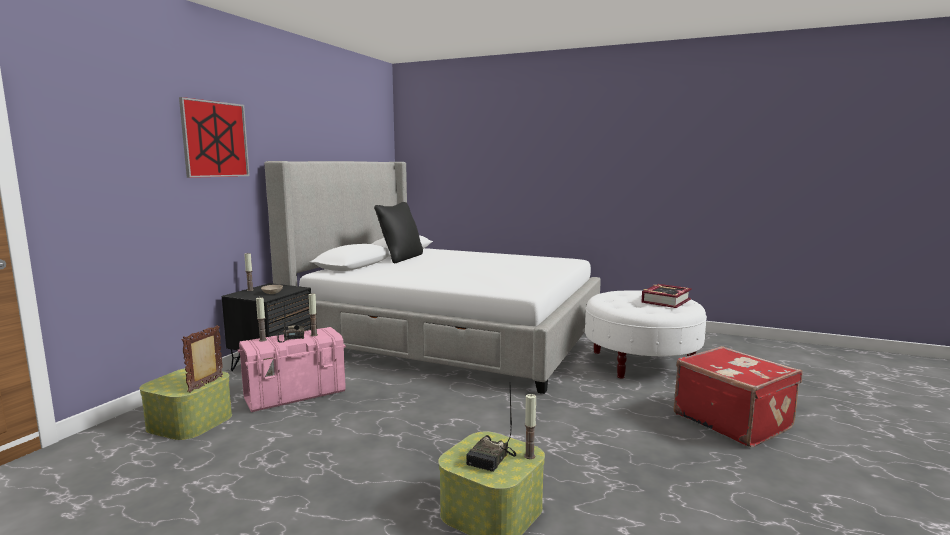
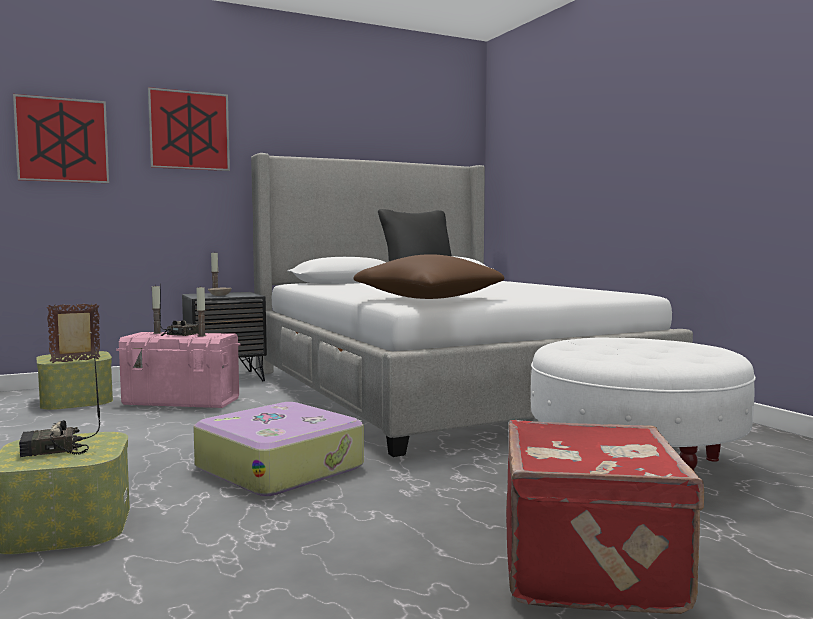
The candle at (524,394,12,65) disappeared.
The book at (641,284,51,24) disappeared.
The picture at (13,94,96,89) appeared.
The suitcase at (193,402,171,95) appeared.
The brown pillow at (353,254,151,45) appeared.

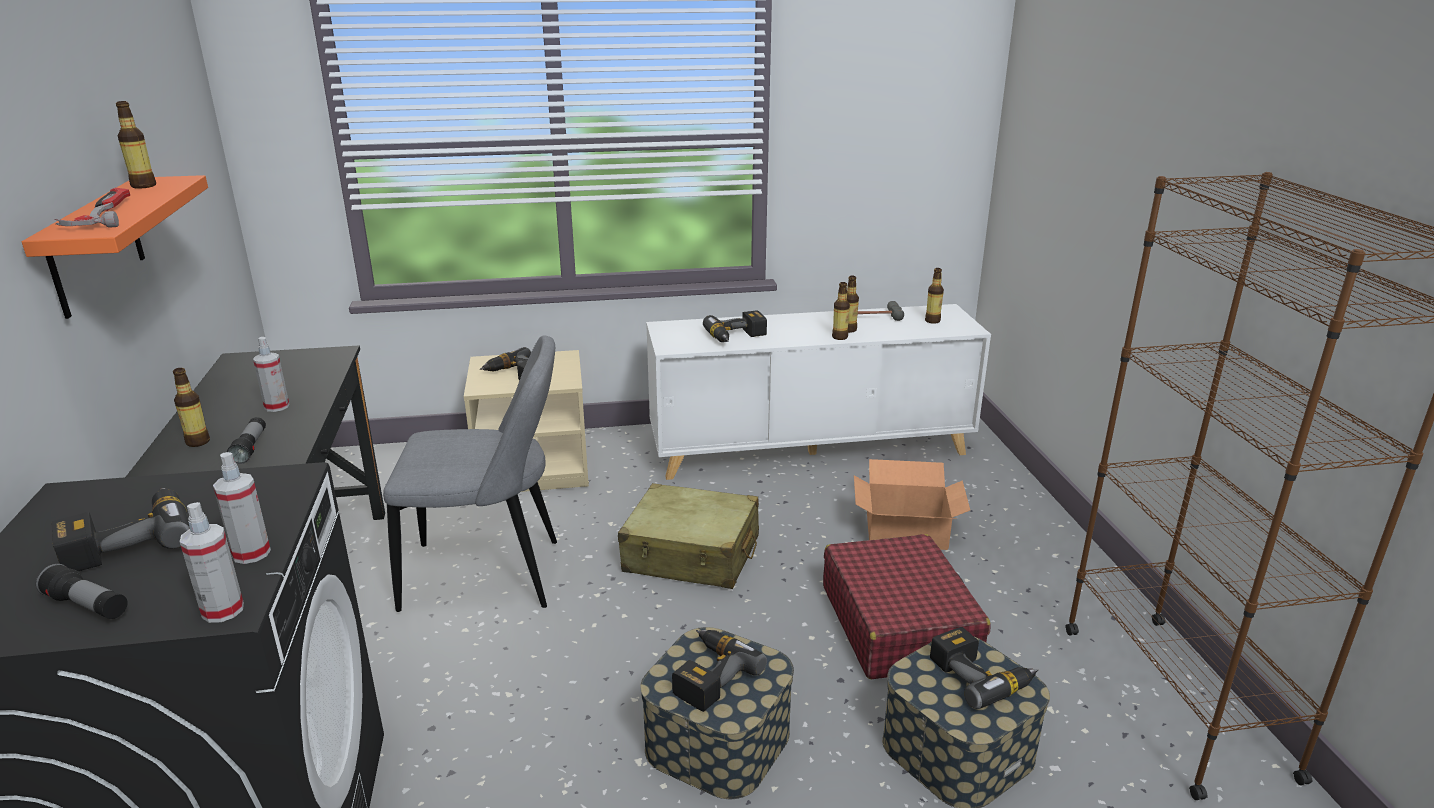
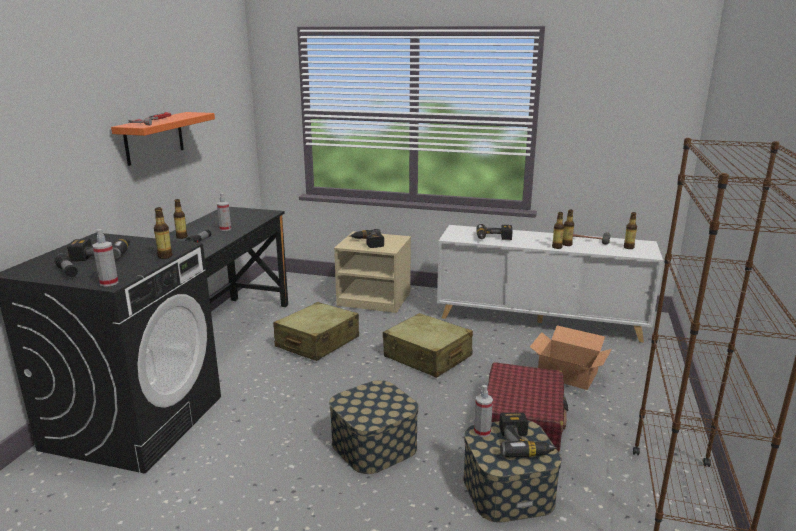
The bottle moved from (116,101,40,88) to (154,207,19,52).
The spray bottle moved from (213,452,58,112) to (474,385,19,52).
The grey chair at (383,336,174,276) was replaced by the beige suitcase at (273,302,86,59).
The power drill at (672,630,95,82) disappeared.

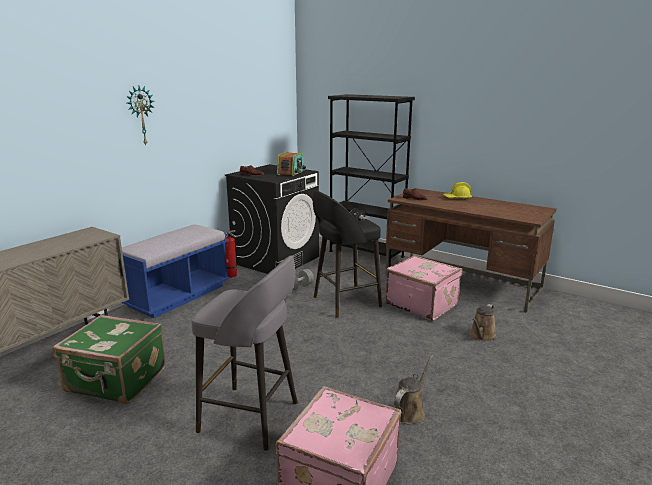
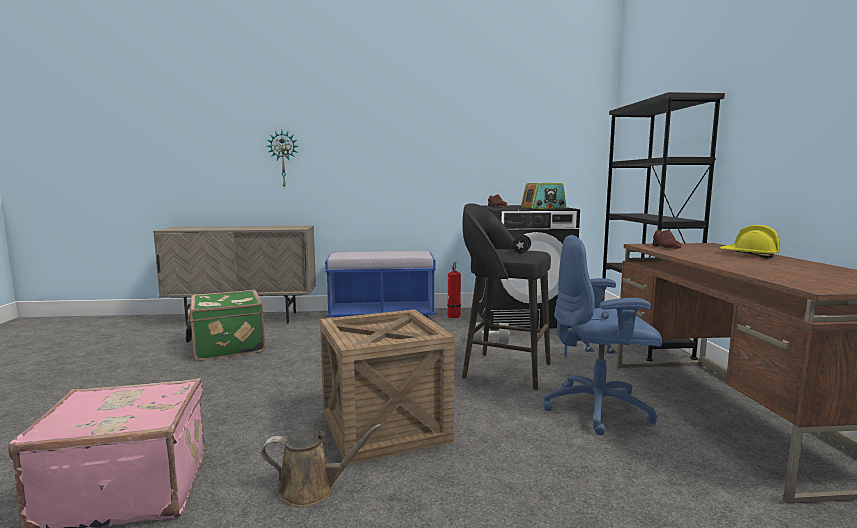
The wall clock moved from (126,86,28,59) to (267,130,31,59).
The grey stool at (192,255,106,196) disappeared.
The pink suitcase at (385,255,77,66) was replaced by the blue office chair at (544,235,118,200).
The brown watering can at (470,304,27,37) disappeared.
The crate at (320,309,135,155) appeared.

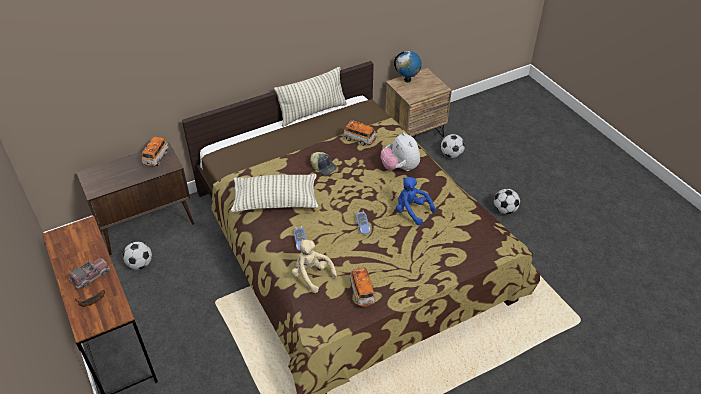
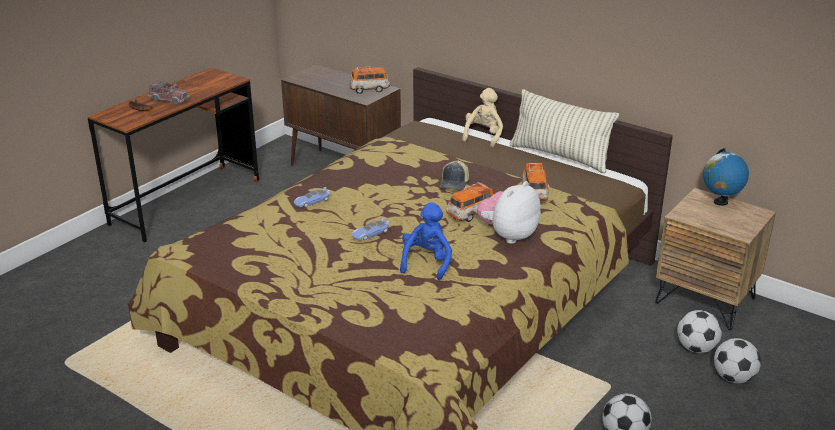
The football moved from (123,242,29,28) to (714,338,47,45).
The pillow at (231,174,88,38) disappeared.
The beige plush toy moved from (291,239,46,54) to (462,88,41,60).
The toy car moved from (350,267,26,40) to (446,182,48,40).

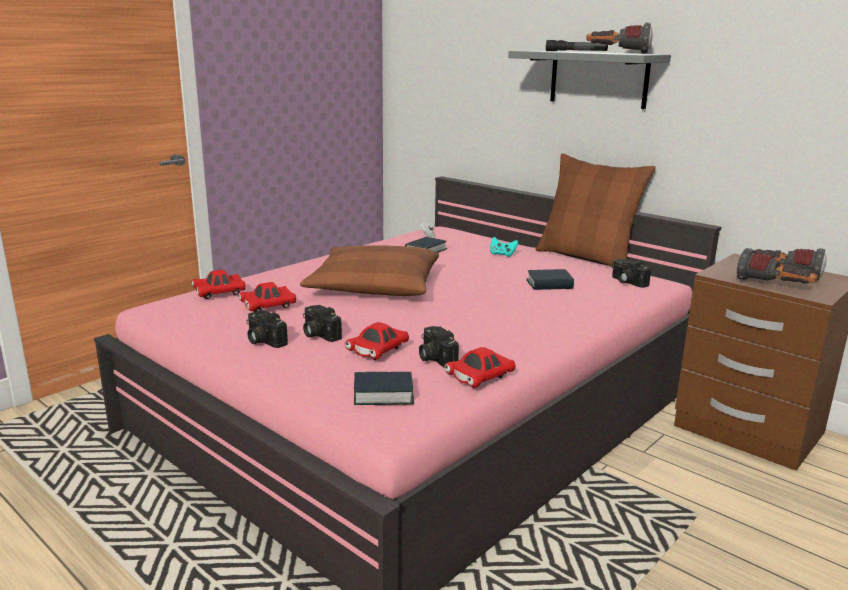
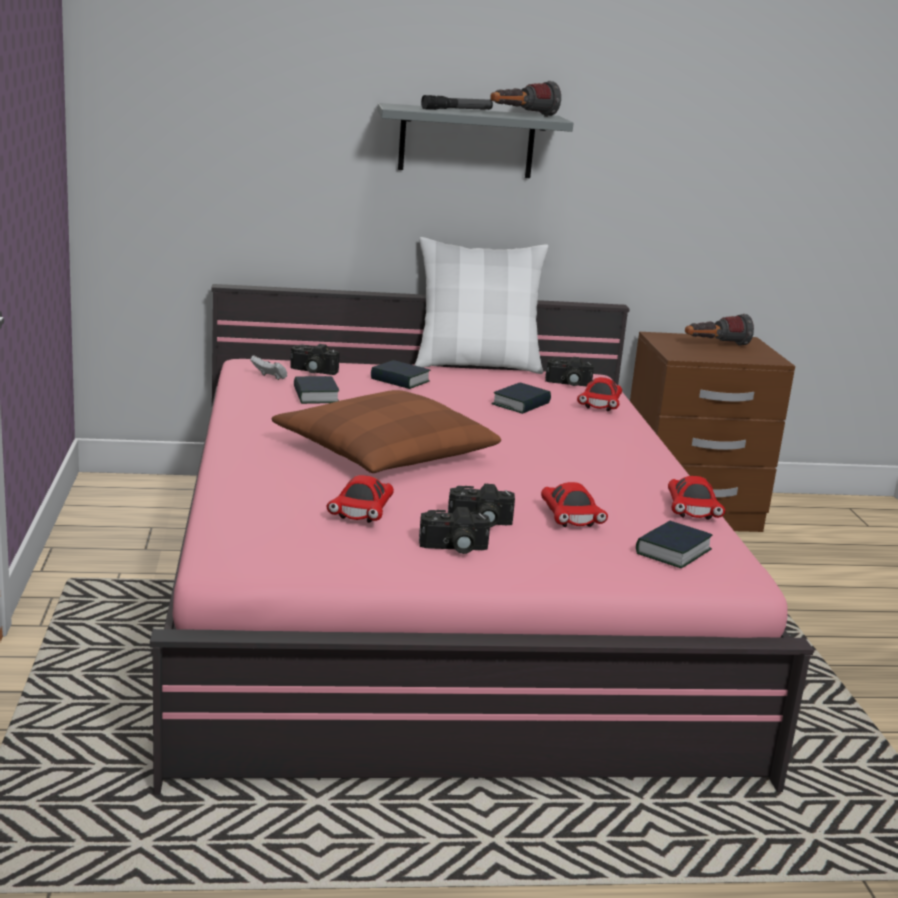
The red toy car moved from (191,270,54,29) to (577,377,45,34).
The photo camera moved from (419,326,40,41) to (290,344,50,31).
The turquoise game controller at (490,237,28,20) was replaced by the book at (371,360,60,29).
The brown pillow at (536,153,120,114) became the white pillow at (415,237,134,137).
The flashlight at (737,248,81,36) disappeared.

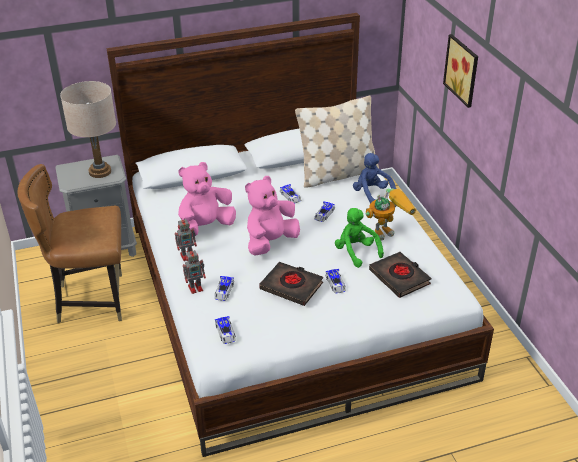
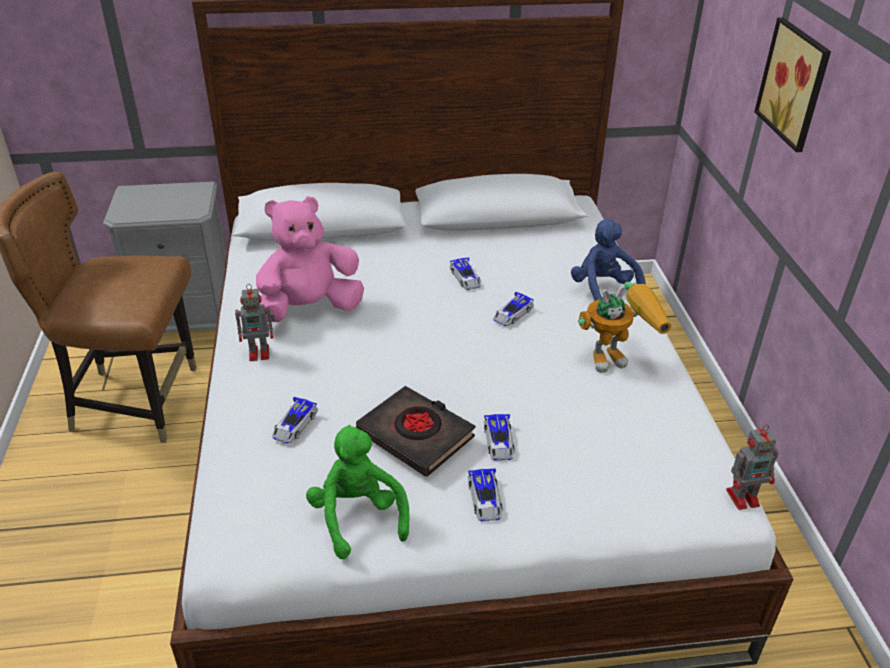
The beige table lamp at (60,81,56,97) disappeared.
The toy robot moved from (183,248,23,46) to (726,425,52,85).
The toy car moved from (215,316,21,28) to (468,468,35,54).
The pink plush toy at (245,176,55,80) disappeared.
The beige pillow at (295,95,84,93) disappeared.
The green plush toy moved from (335,208,49,60) to (306,425,104,134).
The black book at (369,252,62,46) disappeared.

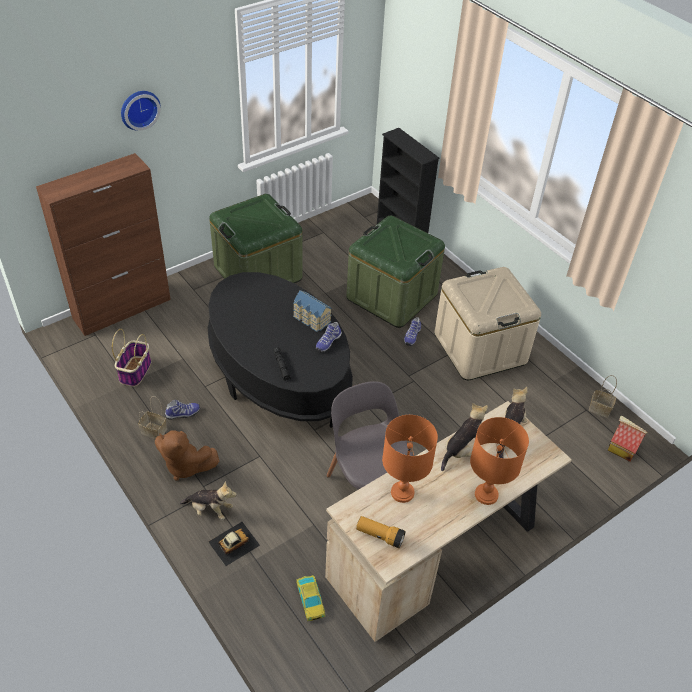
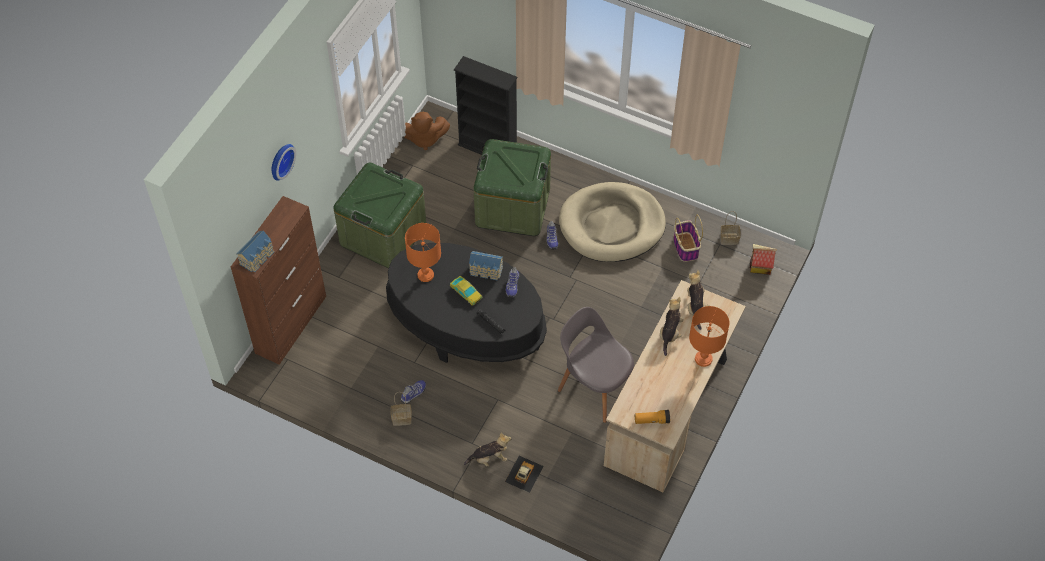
The basket moved from (112,329,39,58) to (673,215,30,47).
The brown plush toy moved from (155,430,64,51) to (404,112,46,38).
The toy car moved from (296,575,30,46) to (450,276,33,30).
The orange table lamp moved from (382,415,56,88) to (405,223,36,59).
The beige storage box at (434,267,107,113) was replaced by the beige dog bed at (559,182,107,80).
The toy house at (237,231,37,41) appeared.

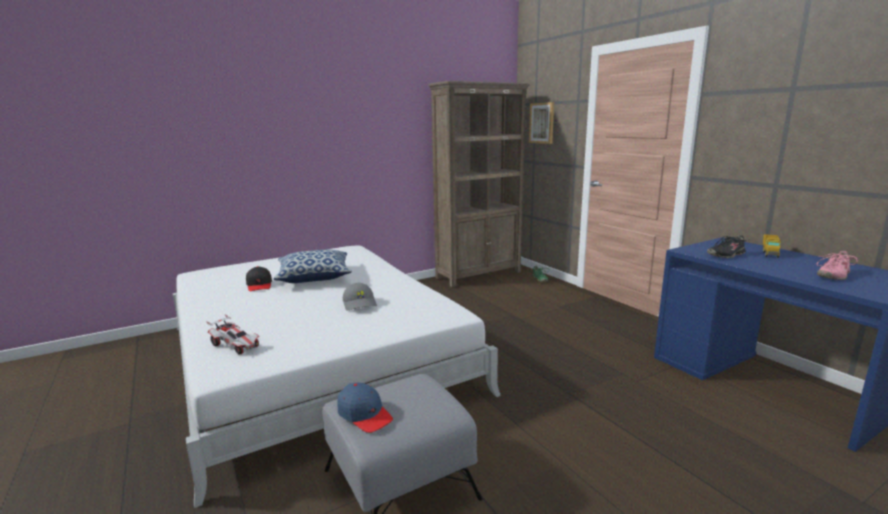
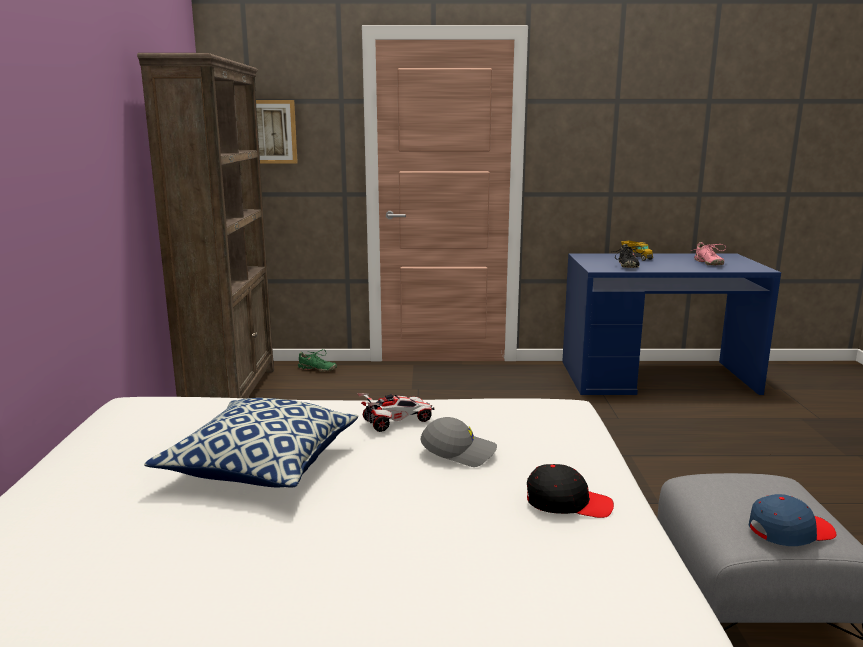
The toy car moved from (206,314,53,40) to (357,393,78,39).
The black cap moved from (246,266,26,25) to (527,464,87,54).

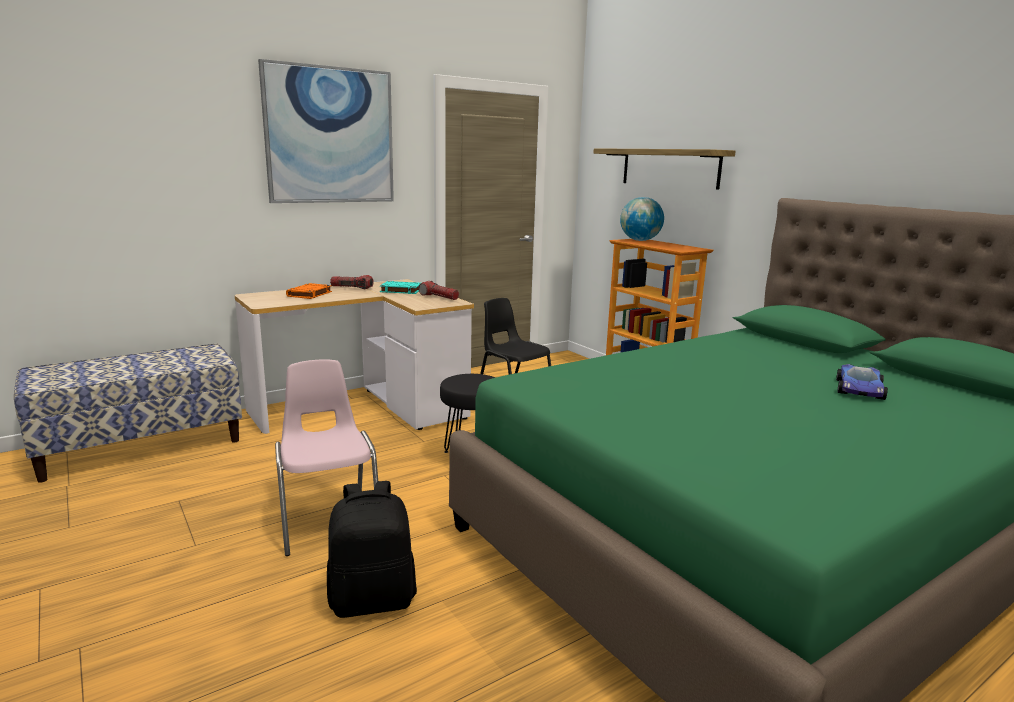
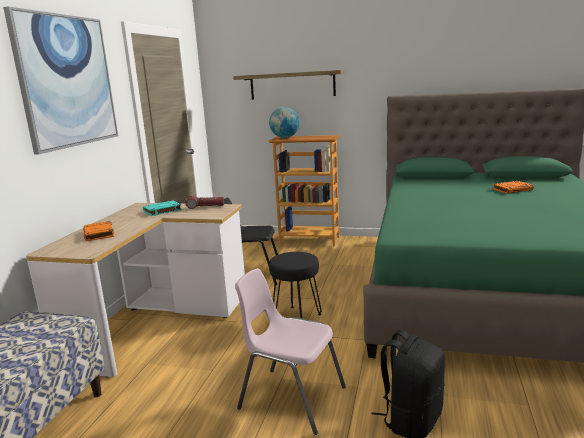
The flashlight at (330,275,44,14) disappeared.
The toy car at (836,364,52,36) was replaced by the orange book at (493,181,41,13).

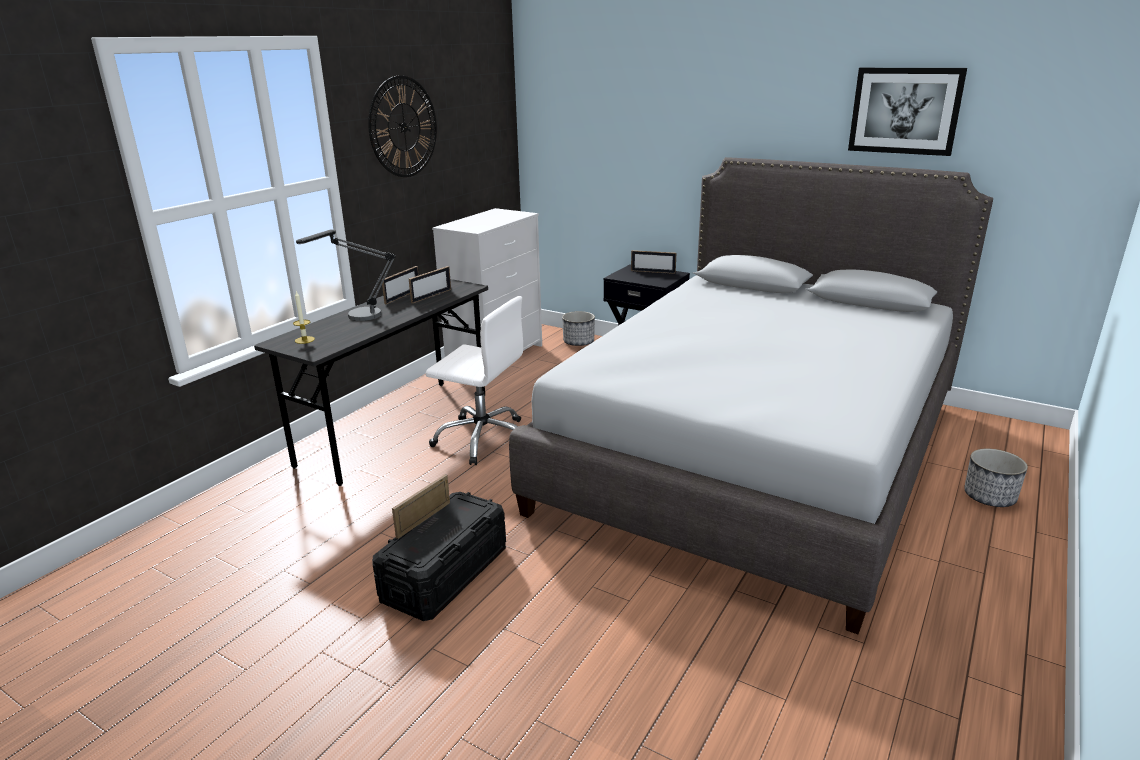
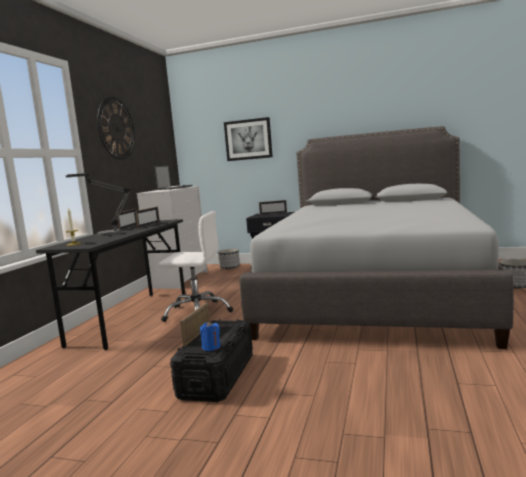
The picture moved from (848,68,119,88) to (224,117,49,44).
The laptop at (154,165,39,25) appeared.
The blue candle at (200,321,20,30) appeared.

